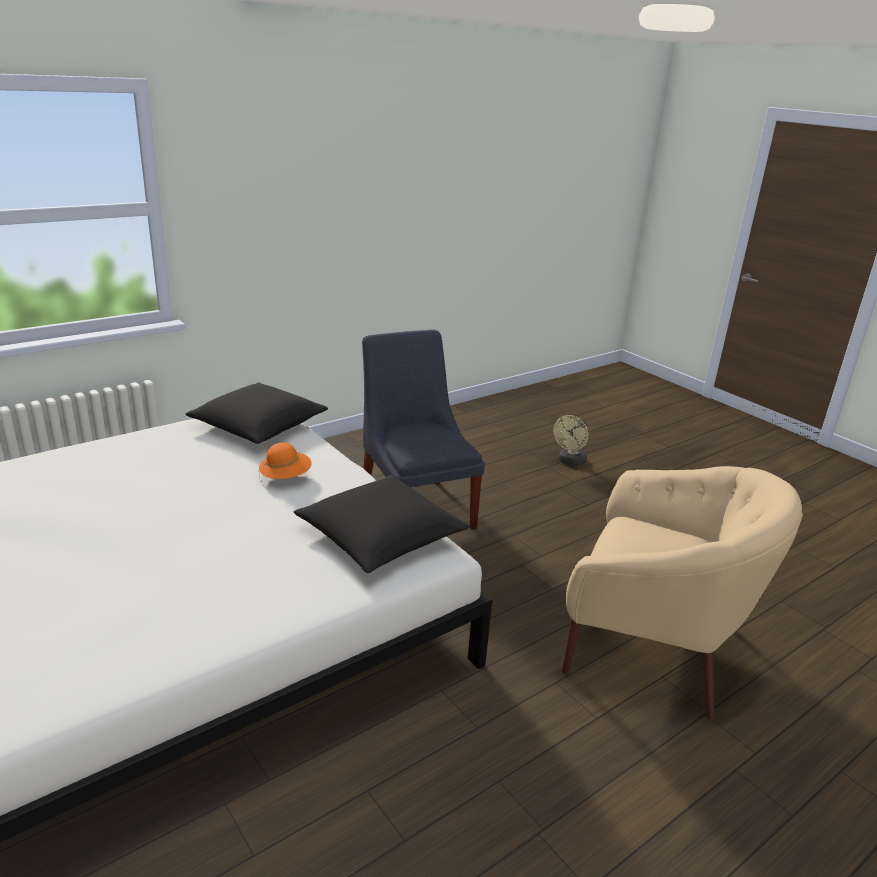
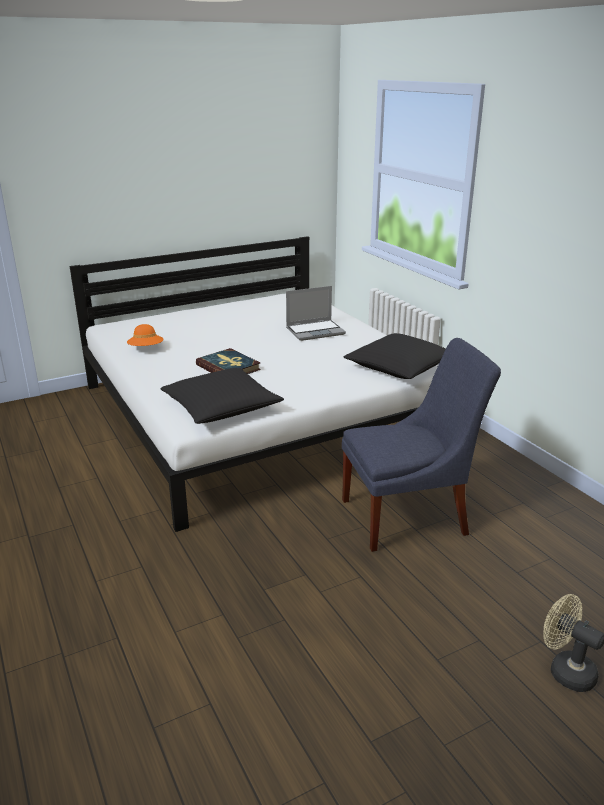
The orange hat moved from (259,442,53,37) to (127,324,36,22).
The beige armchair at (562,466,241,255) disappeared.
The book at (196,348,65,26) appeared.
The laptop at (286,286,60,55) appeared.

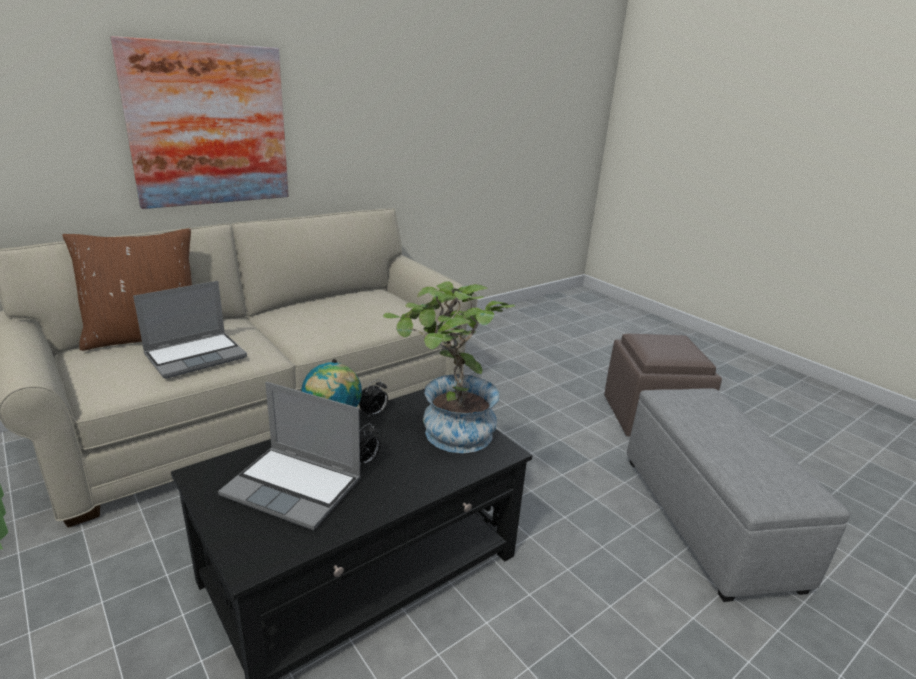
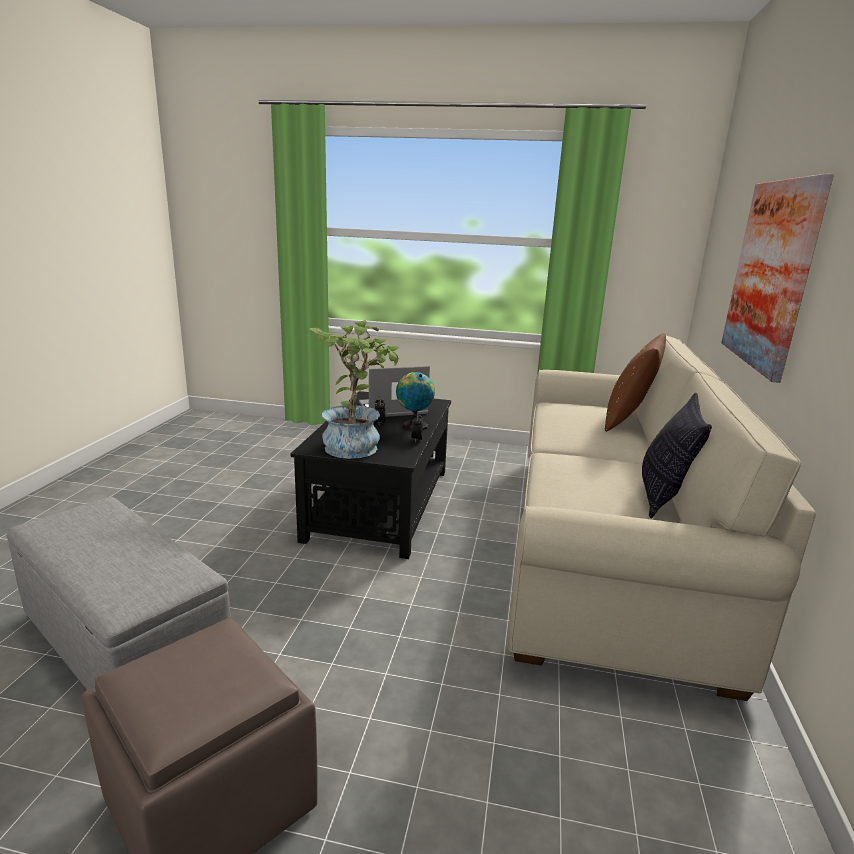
The laptop at (133,281,114,98) disappeared.
The pillow at (642,393,70,125) appeared.

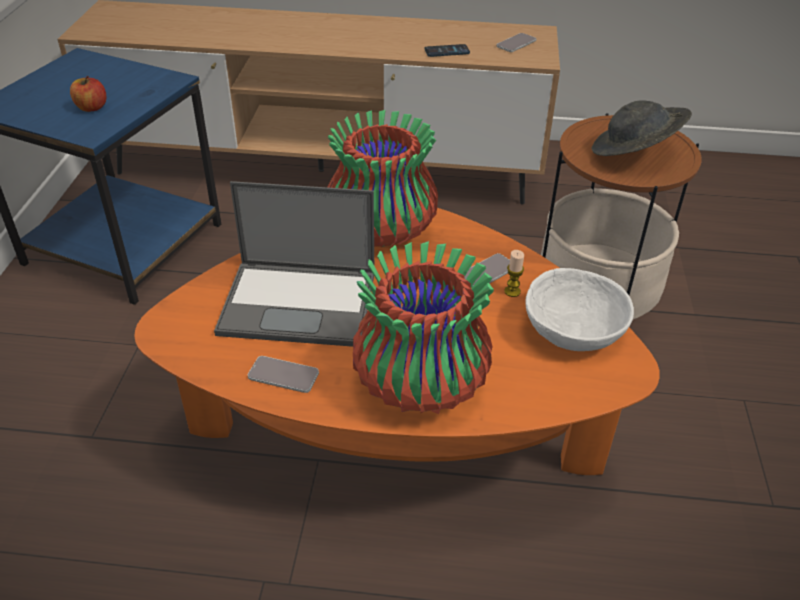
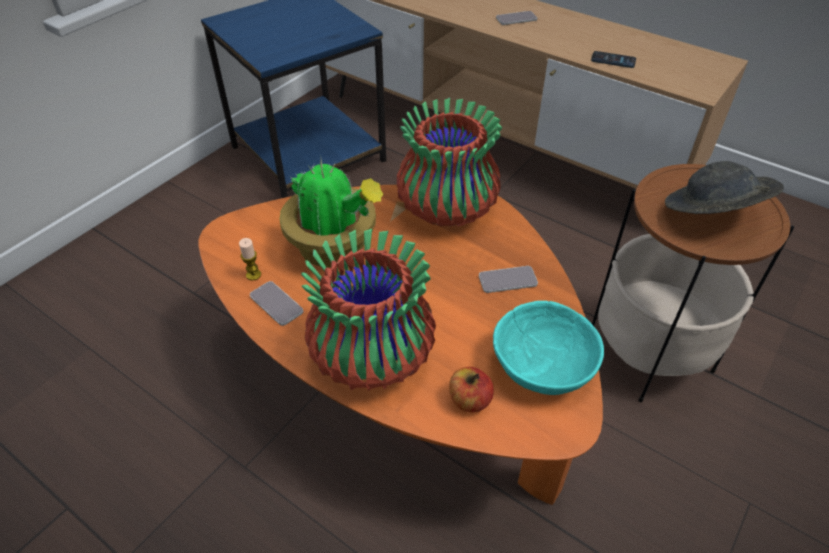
The apple moved from (70,76,36,36) to (449,367,45,45).
The laptop at (214,181,160,166) was replaced by the potted plant at (280,159,104,108).
The phone moved from (496,33,41,19) to (496,11,41,14).
The candle moved from (504,250,20,47) to (239,238,22,43).
The white bowl at (526,268,108,83) became the turquoise bowl at (493,301,111,94).

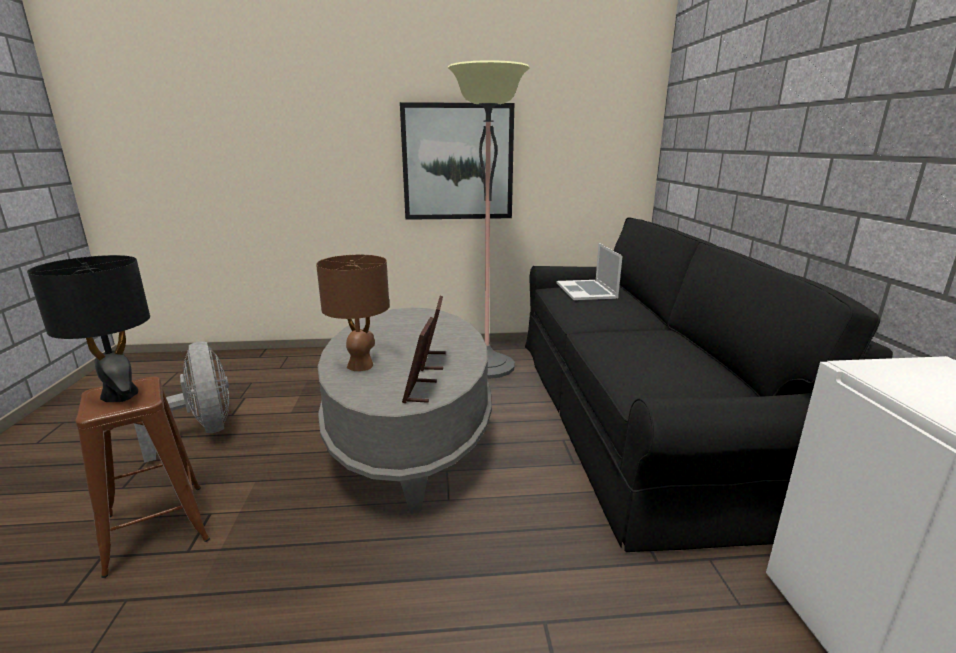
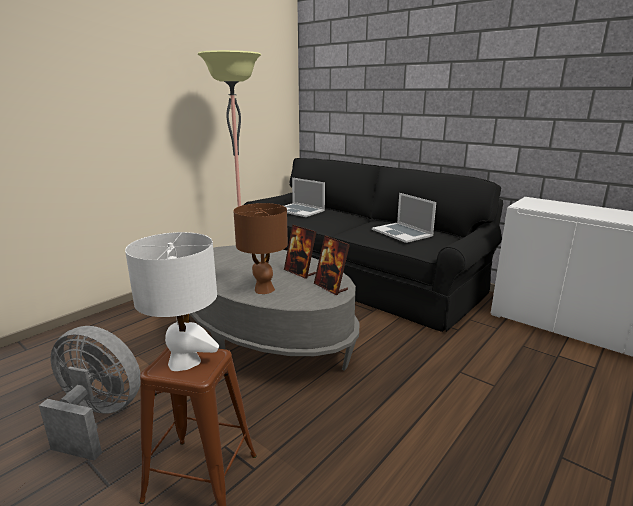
The black table lamp at (27,255,123,147) became the white table lamp at (125,232,94,139).
The picture at (400,102,114,118) disappeared.
The laptop at (372,193,64,50) appeared.

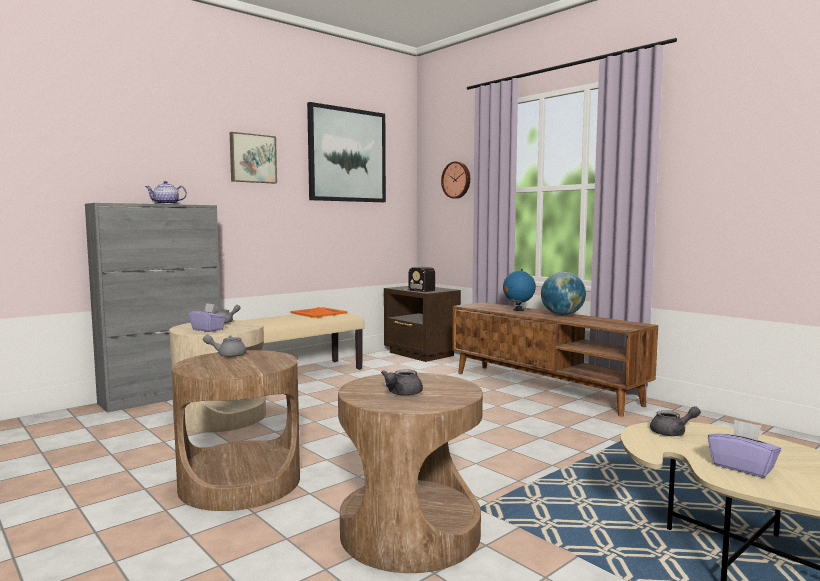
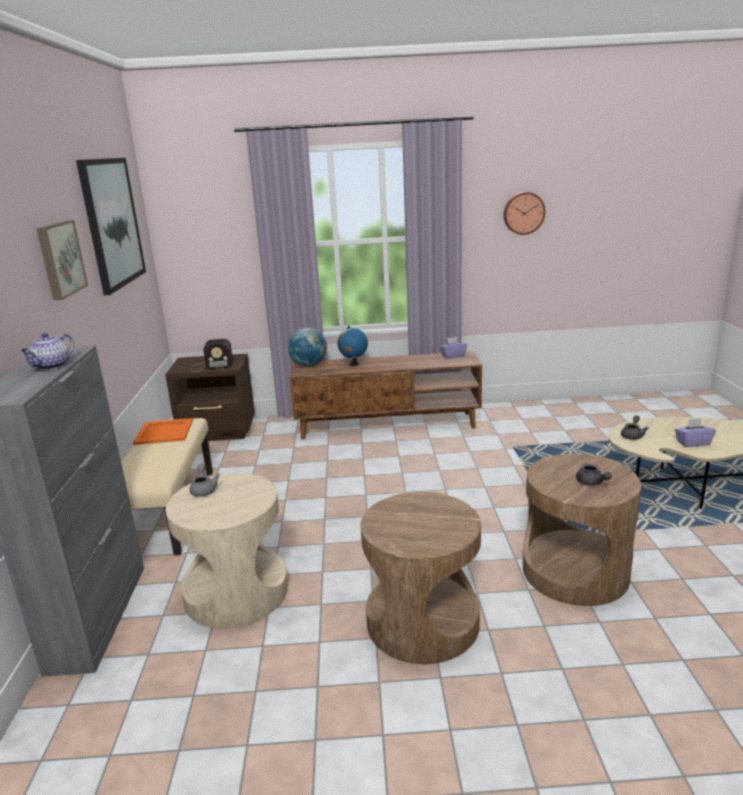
The purple tissue box moved from (189,303,37,29) to (440,337,27,22).
The grey teapot at (203,335,43,22) disappeared.
The wall clock moved from (441,162,29,37) to (504,192,41,43).
The globe moved from (541,272,45,43) to (288,328,39,39).

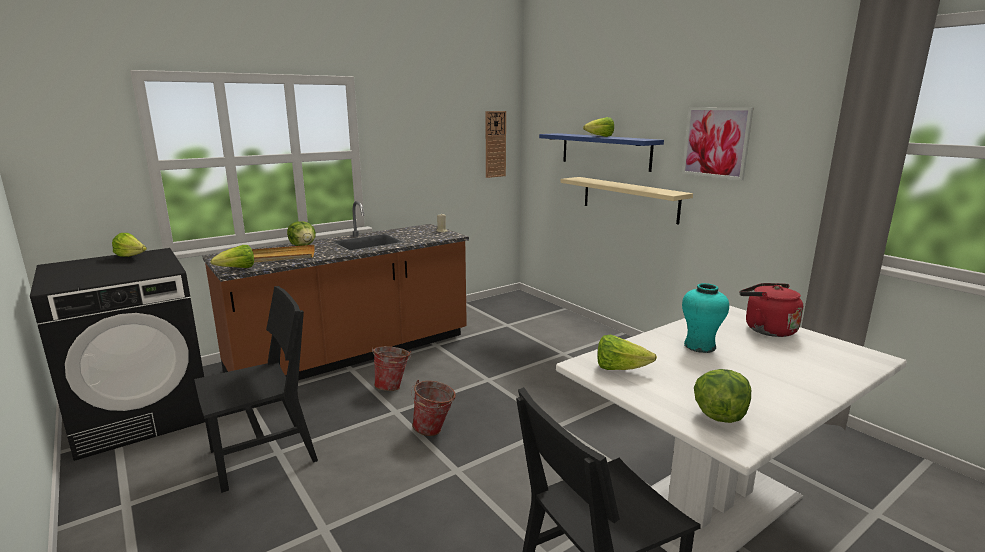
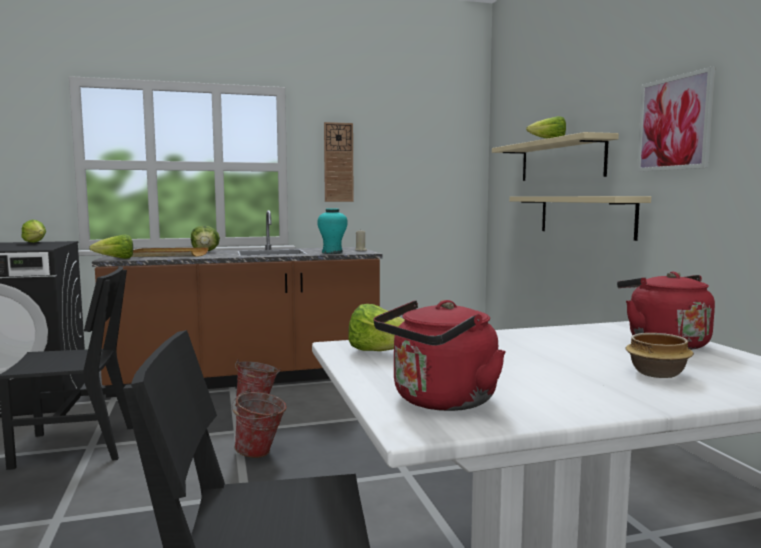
The wall clock moved from (486,111,20,67) to (324,122,30,80).
The blue shelf at (539,133,125,39) became the beige shelf at (492,132,127,49).
The turquoise vase moved from (682,283,47,70) to (317,208,31,46).
The lettuce at (694,369,57,54) was replaced by the red kettle at (373,300,133,111).
The bowl at (625,333,69,45) appeared.

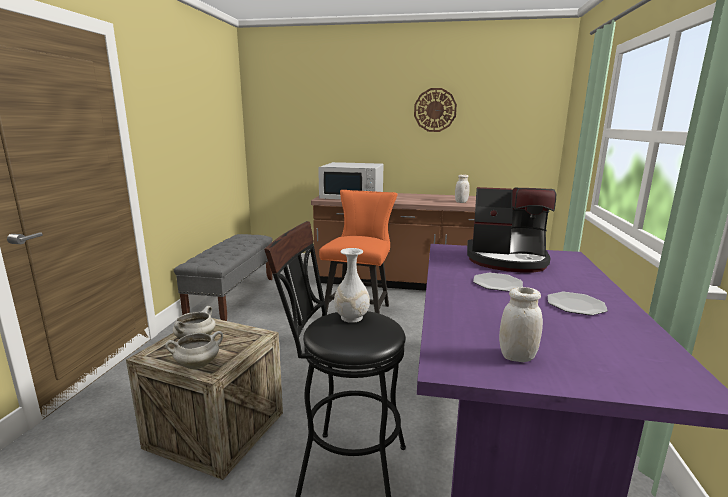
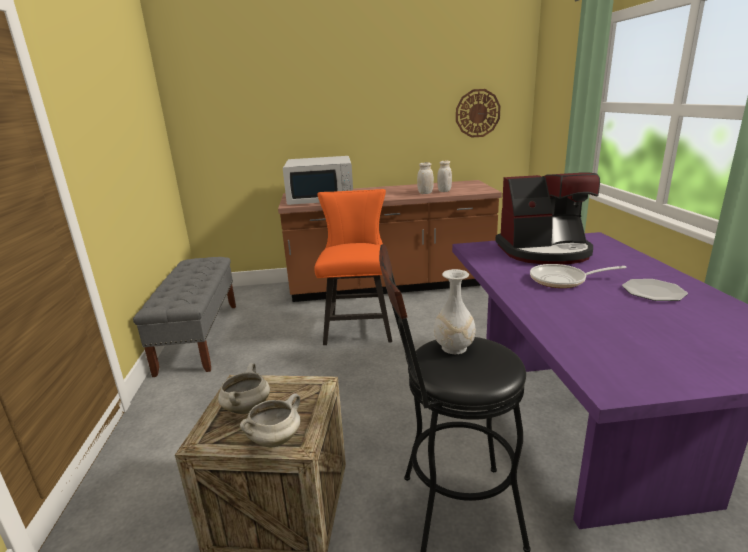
The wall clock moved from (414,88,43,44) to (456,89,45,49).
The plate at (473,273,50,18) was replaced by the frying pan at (530,264,97,24).
The white jar moved from (499,287,44,75) to (417,162,17,32).

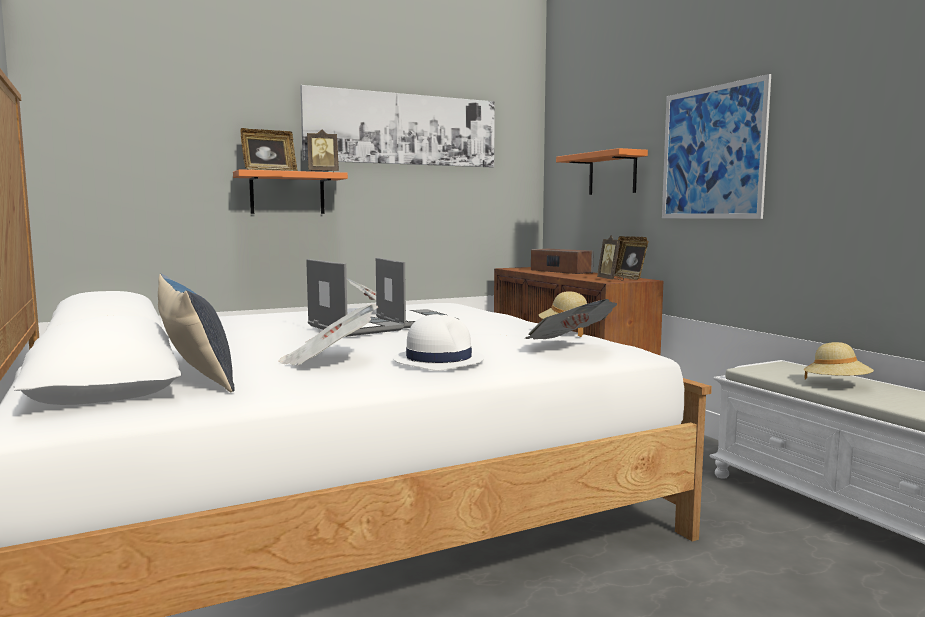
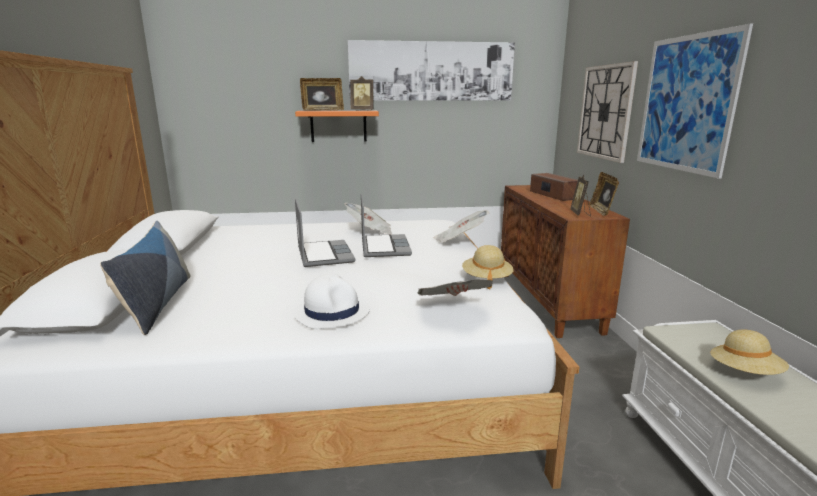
The newspaper moved from (278,304,100,61) to (434,210,55,33).
The orange shelf at (556,148,92,47) was replaced by the wall clock at (577,61,61,102).

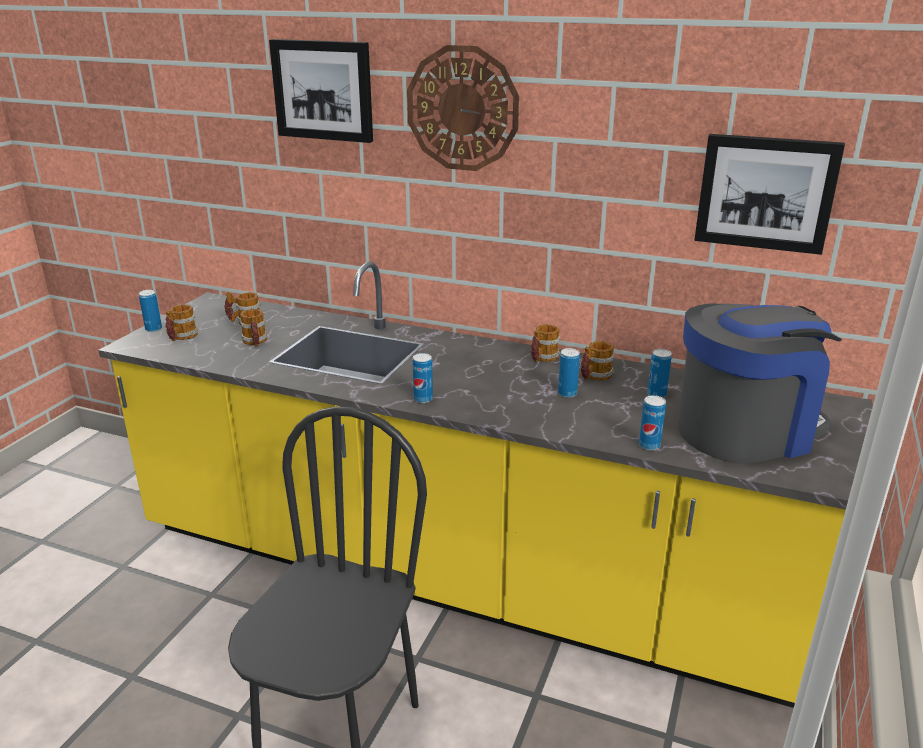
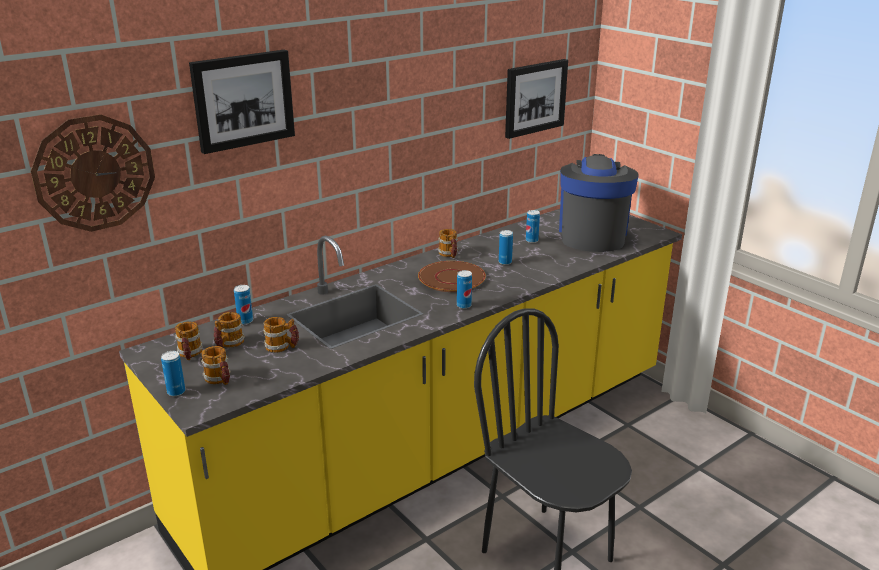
The wall clock moved from (407,45,112,126) to (30,114,125,118).
The mug moved from (581,341,34,40) to (175,321,28,39).
The can moved from (639,395,27,55) to (234,285,19,39).
The brown plate at (418,261,68,31) appeared.

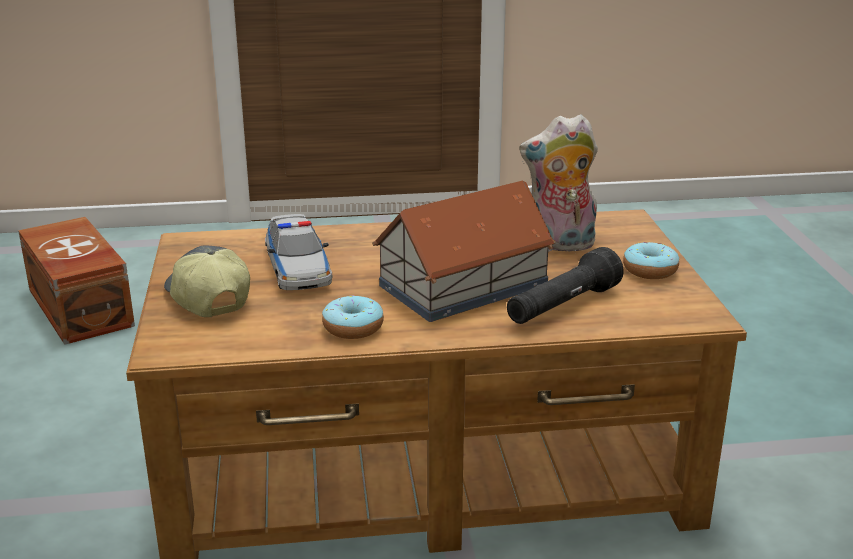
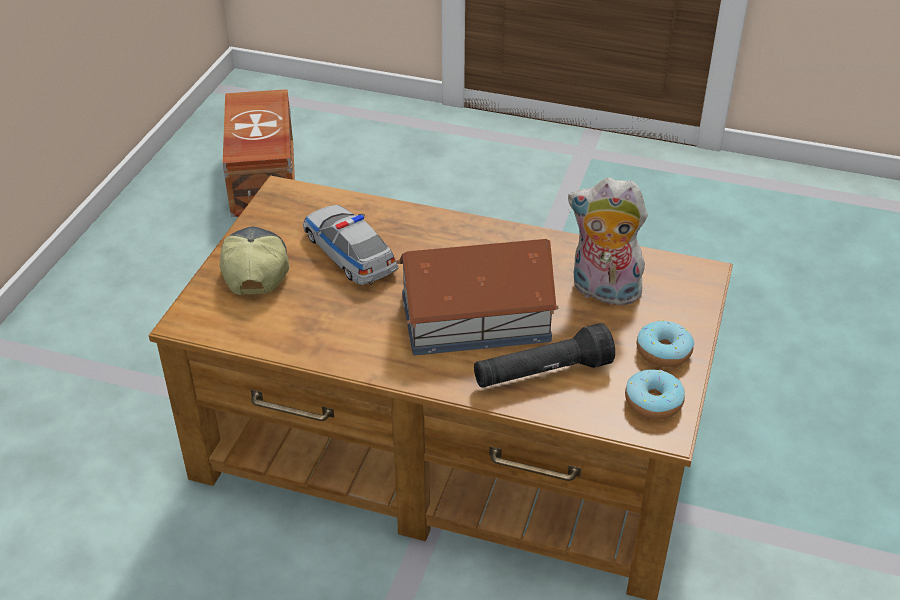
The toy car at (265,214,67,76) turned 135 degrees clockwise.
The donut moved from (322,295,62,44) to (625,370,60,50).

